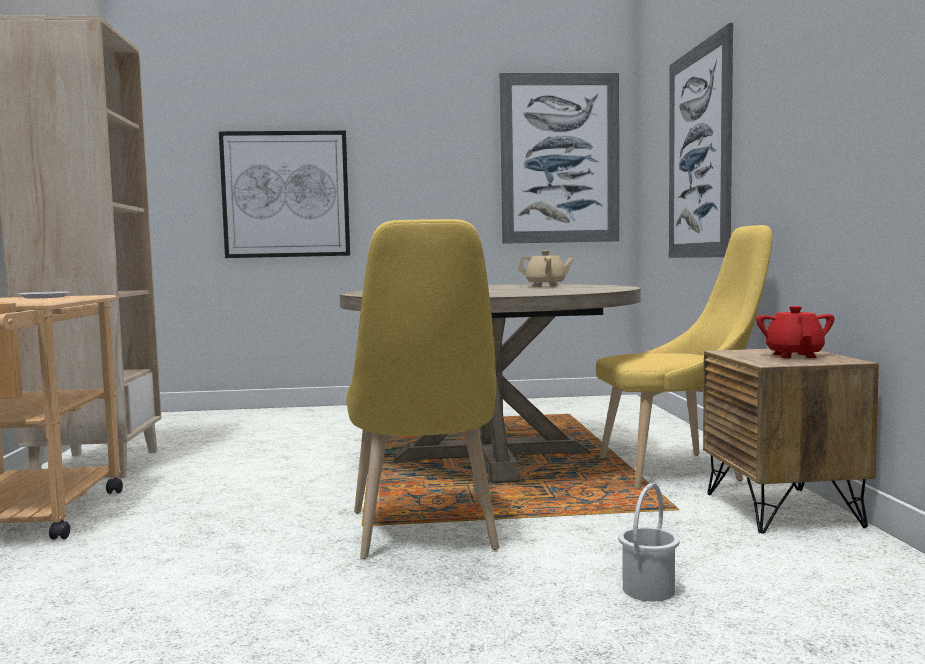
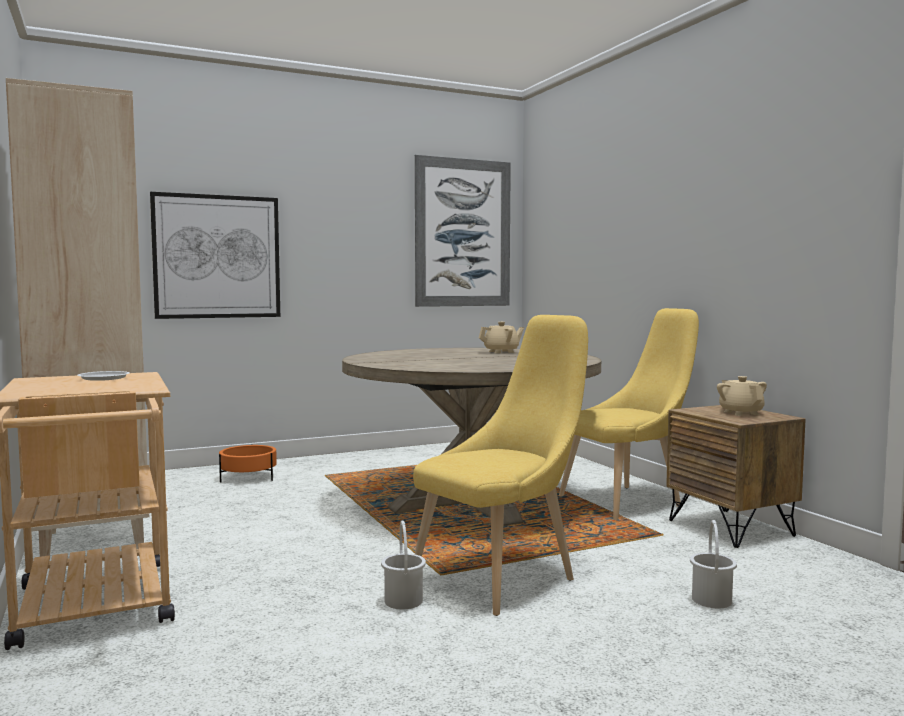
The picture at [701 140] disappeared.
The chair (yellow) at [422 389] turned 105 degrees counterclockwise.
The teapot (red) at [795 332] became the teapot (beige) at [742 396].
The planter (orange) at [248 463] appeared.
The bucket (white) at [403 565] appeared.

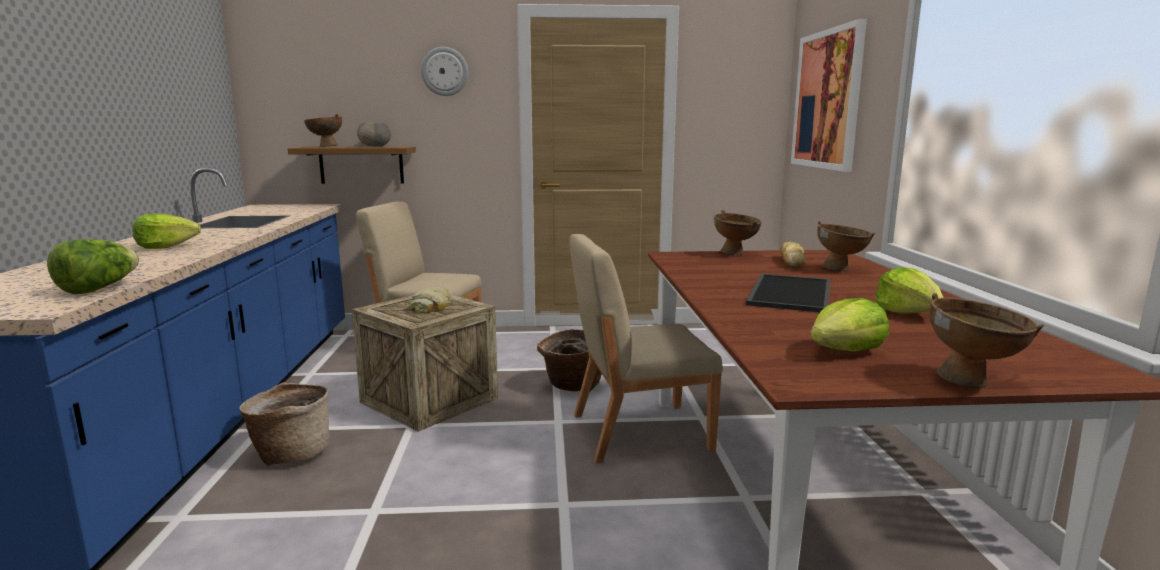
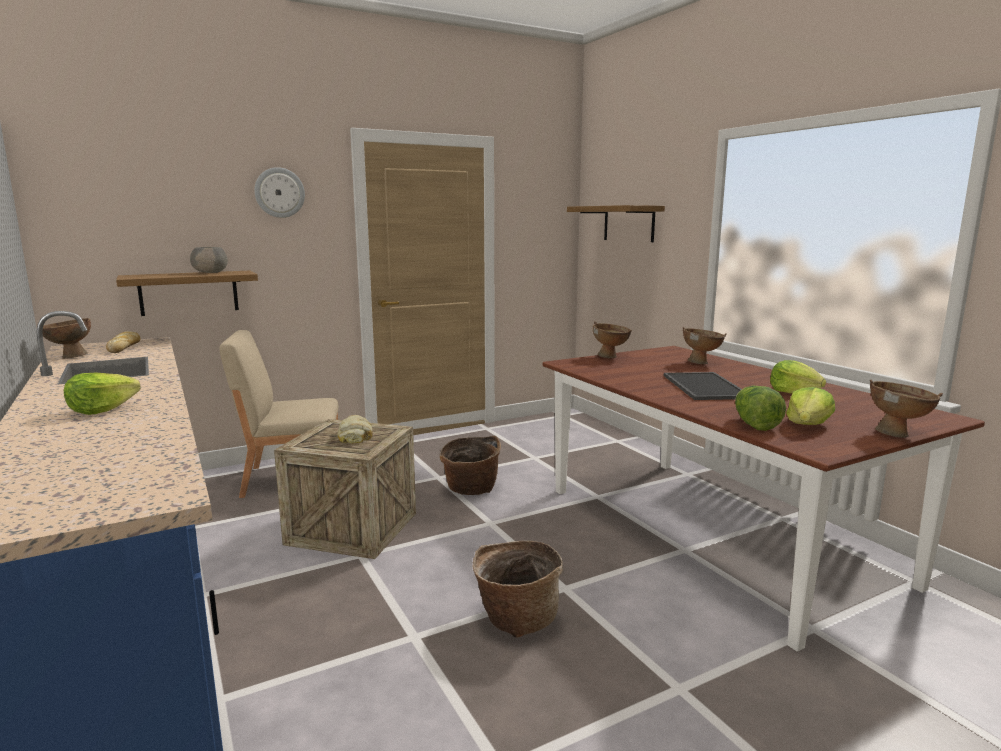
The picture at [829 95] was replaced by the shelf at [616 223].
The bowl (brown) moved from [323 130] to [66 338].
The chair (beige) at [646 348] disappeared.
The lettuce moved from [93 267] to [760 408].
The bread moved from [792 255] to [123 342].
The basket moved from [284 424] to [518 589].

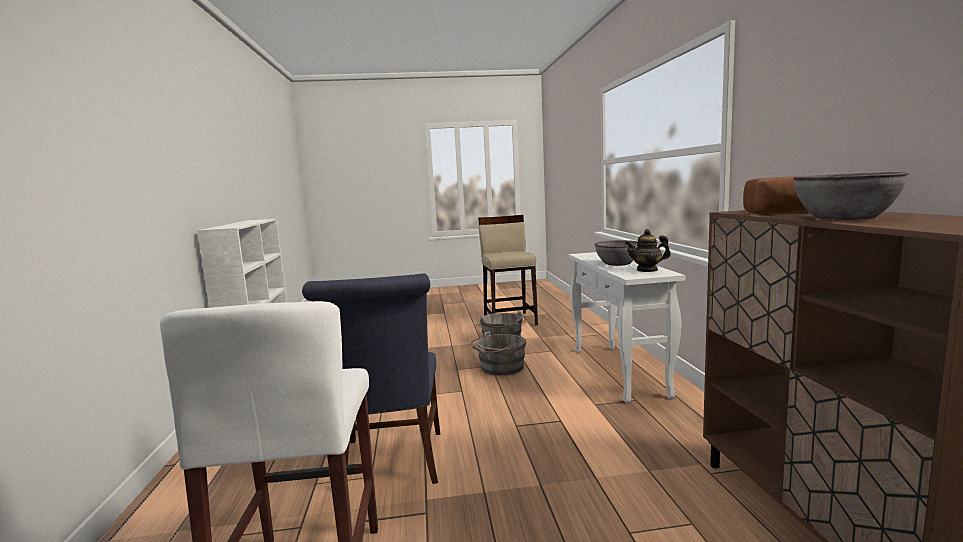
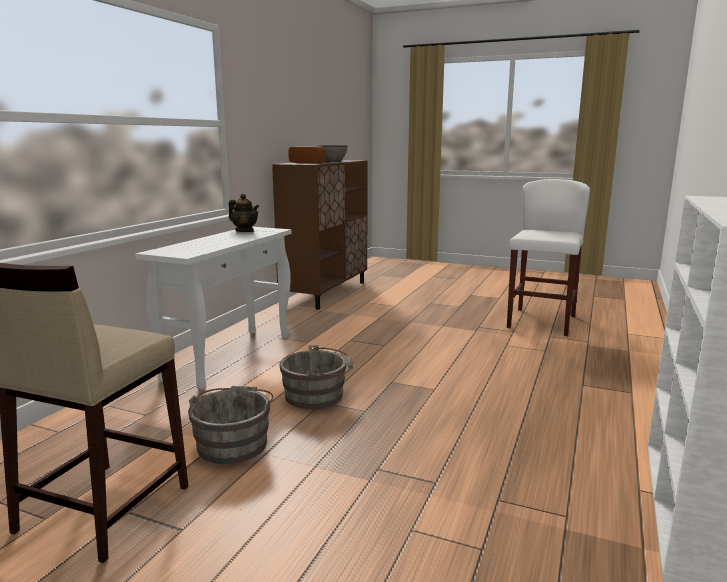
The bowl (grey) at [616 253] disappeared.
The chair (blue) at [371 378] disappeared.

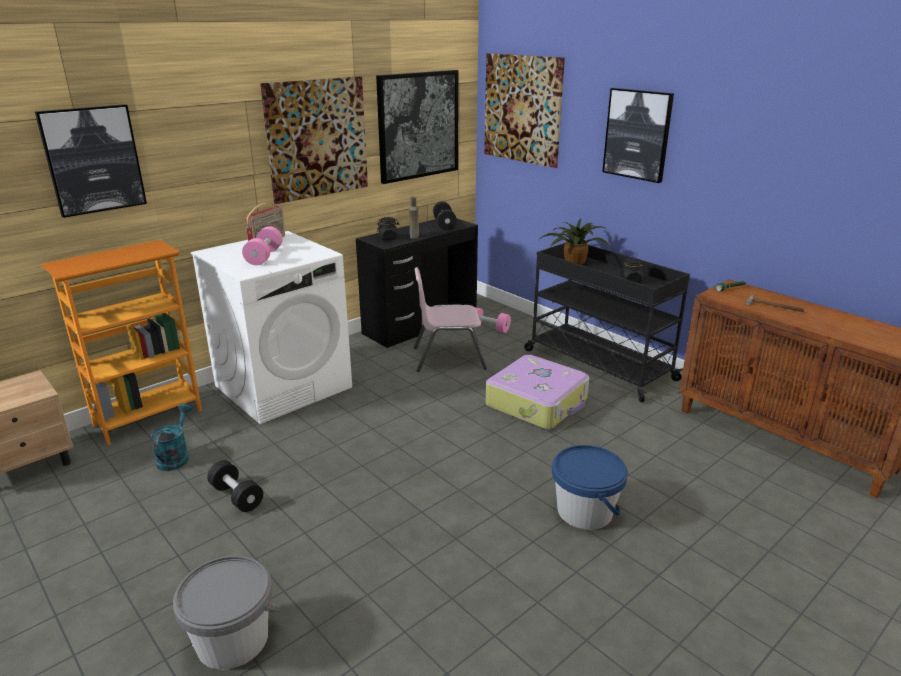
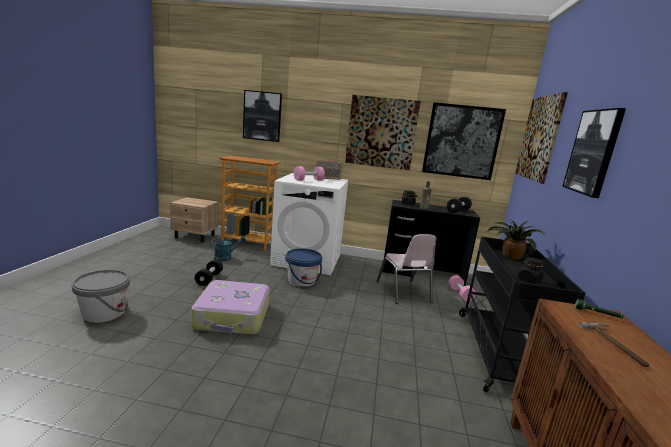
The chair (pink) at [450 319] turned 150 degrees counterclockwise.
The suitcase moved from [537 392] to [230 307].
The bucket (blue) moved from [590 487] to [303 267].

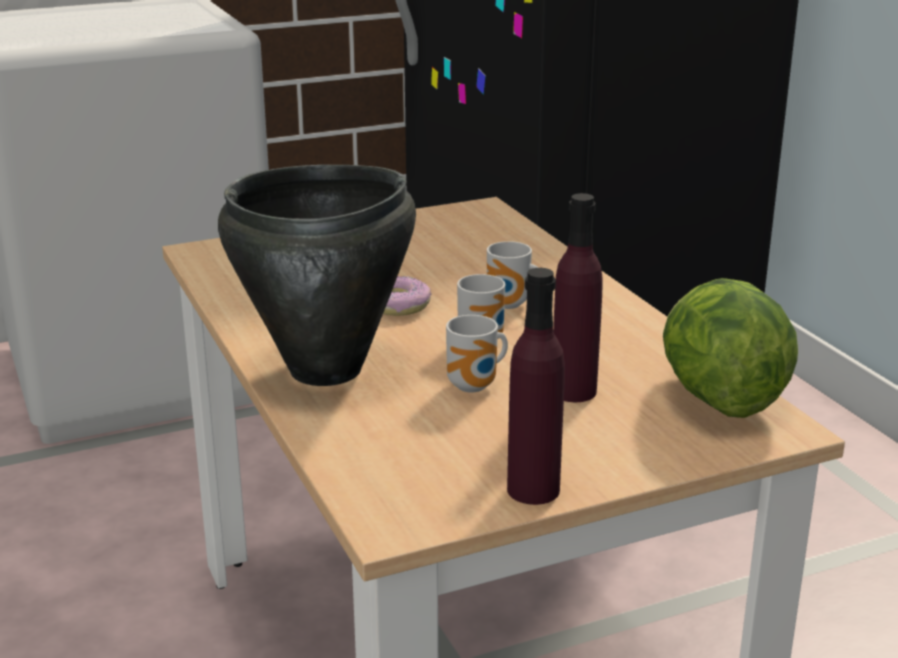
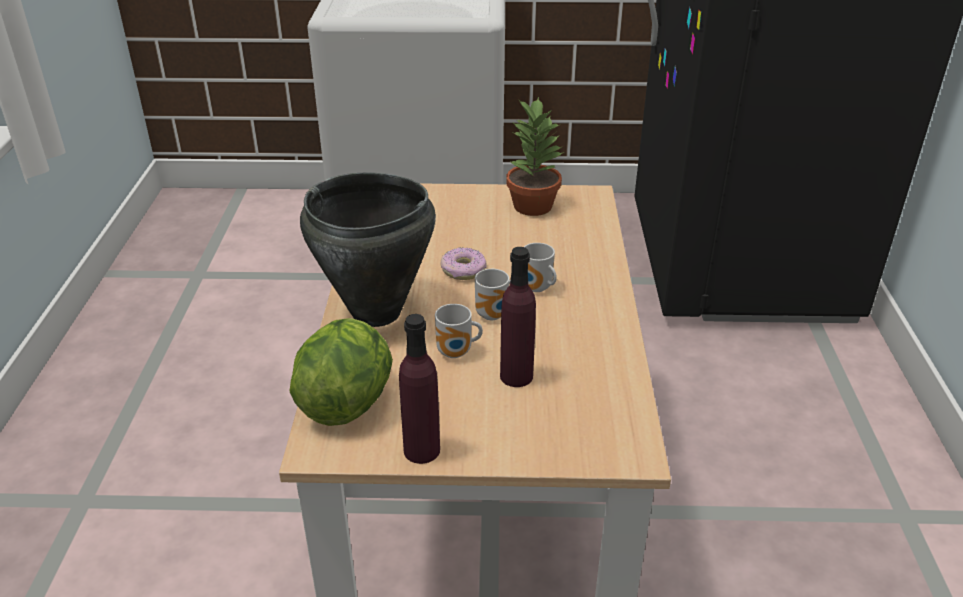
The lettuce moved from [730 348] to [341 372].
The potted plant at [535 156] appeared.

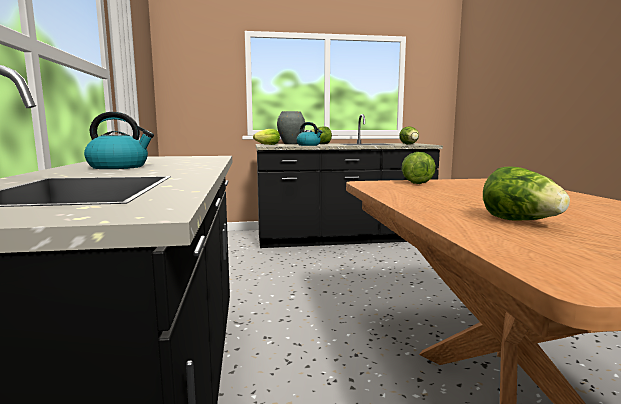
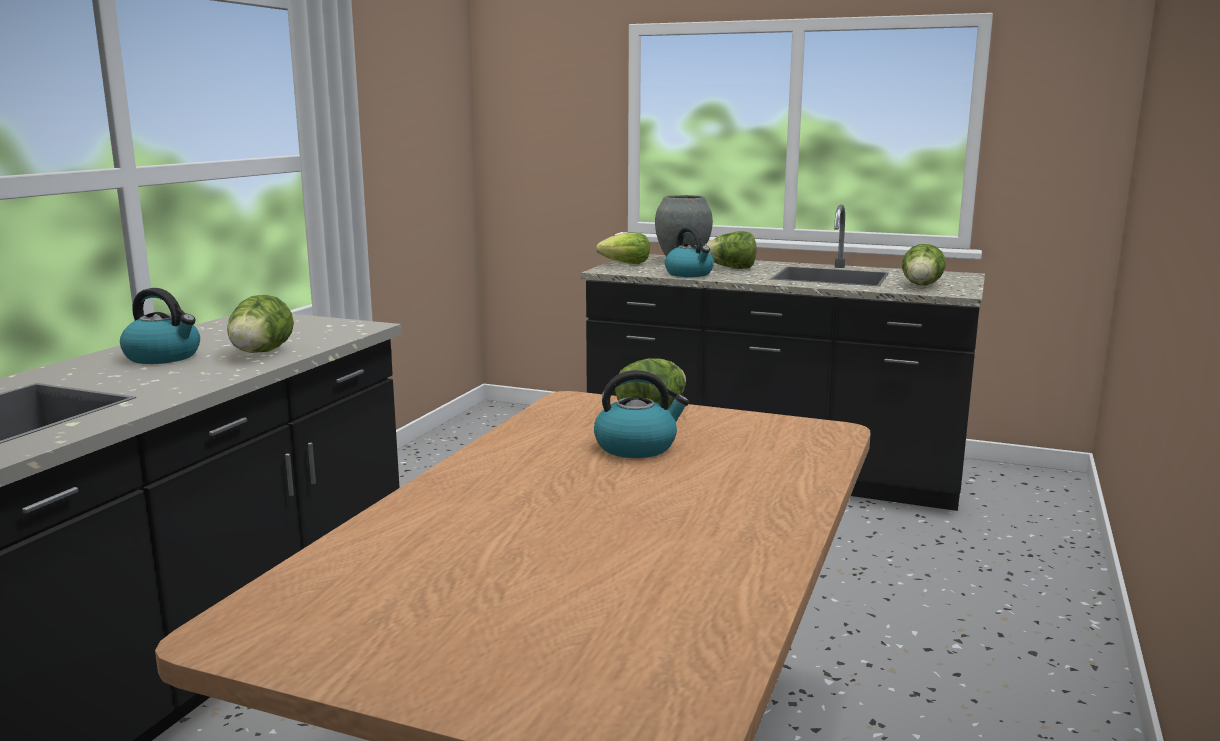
The lettuce moved from [526 194] to [260 324].
The kettle at [641 414] appeared.

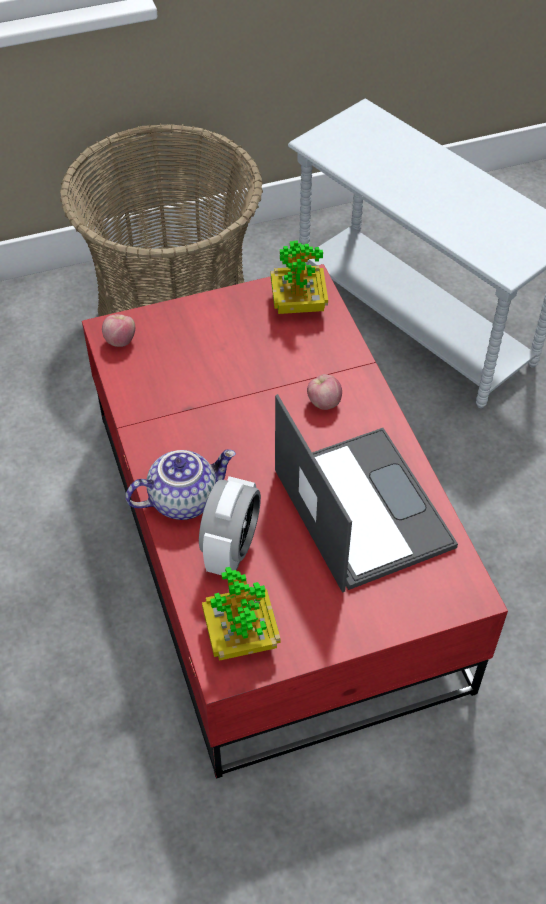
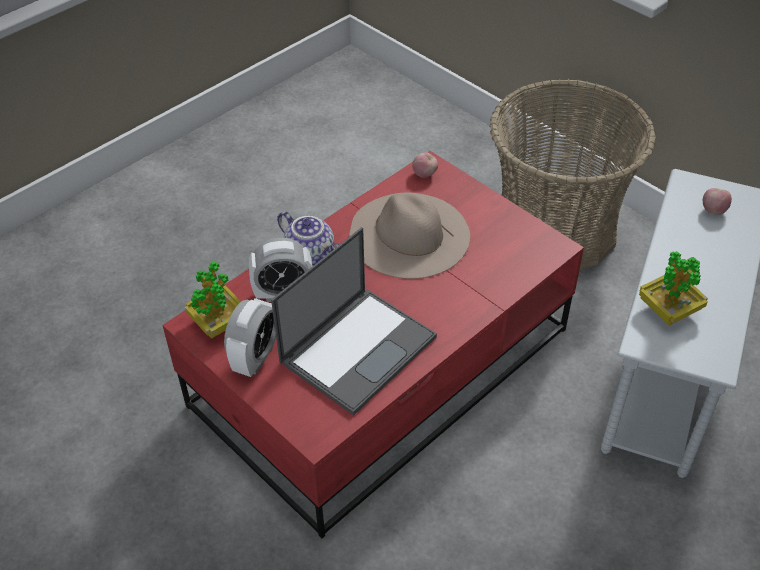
The potted plant moved from [299 277] to [673 288].
The apple moved from [324 392] to [717 201].
The hat (beige) at [409 236] appeared.
The alarm clock at [250 337] appeared.

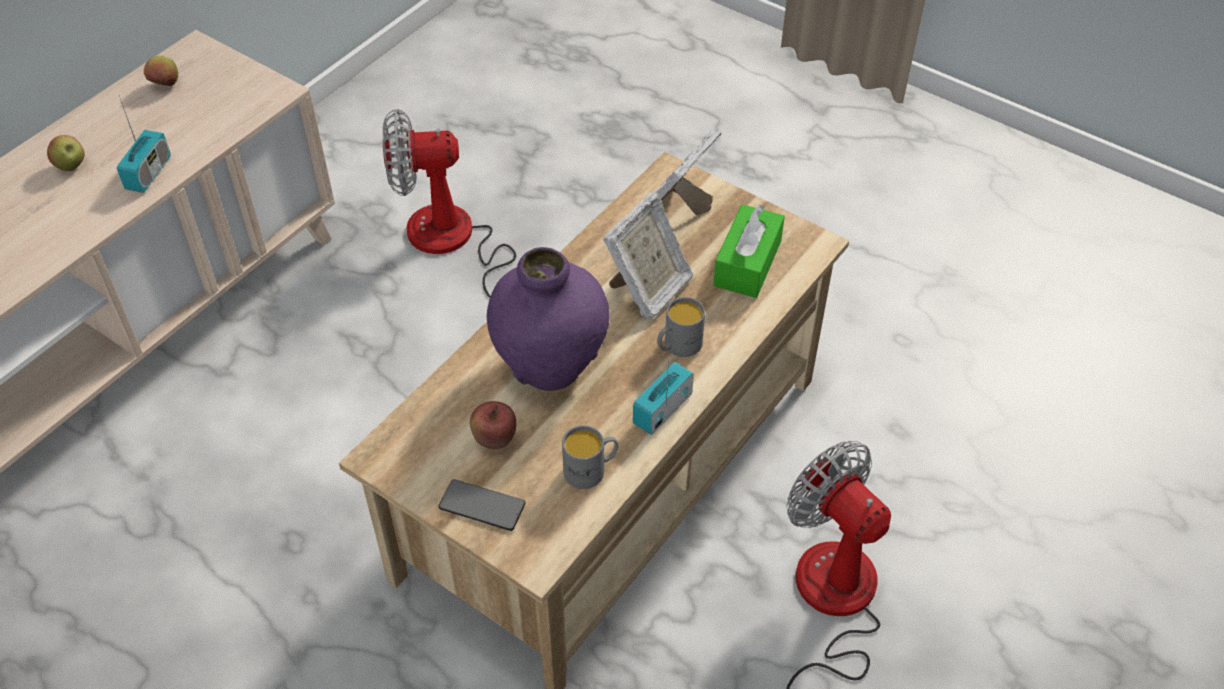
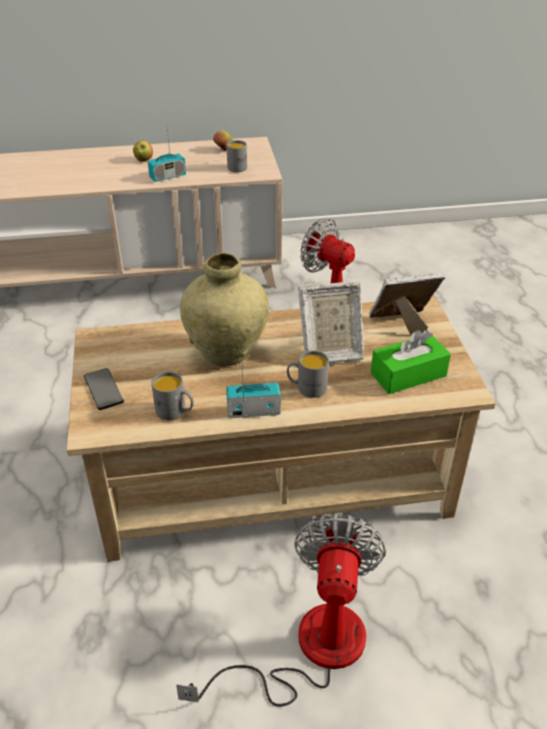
The vase (purple) at [548 319] became the vase (beige) at [224 310].
The apple at [493 425] disappeared.
The mug (grey) at [236 156] appeared.

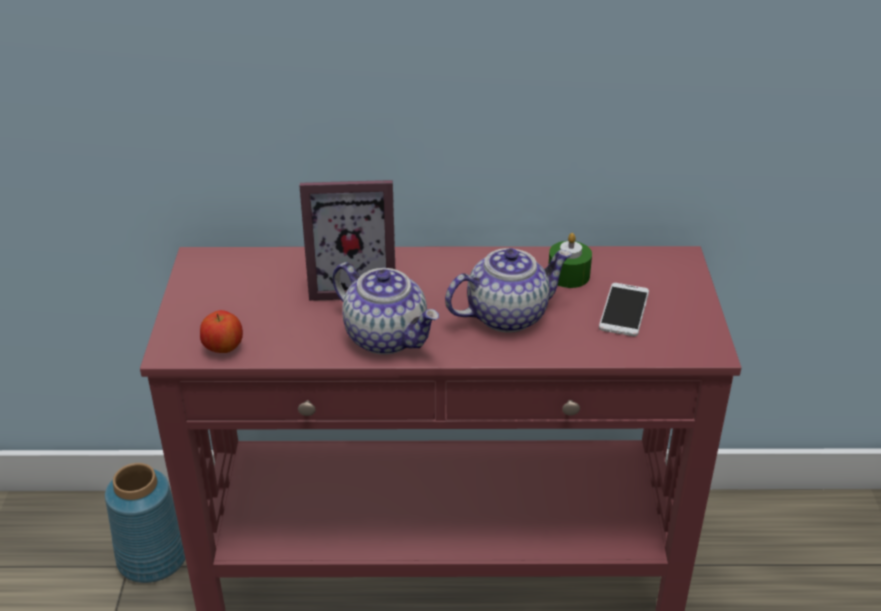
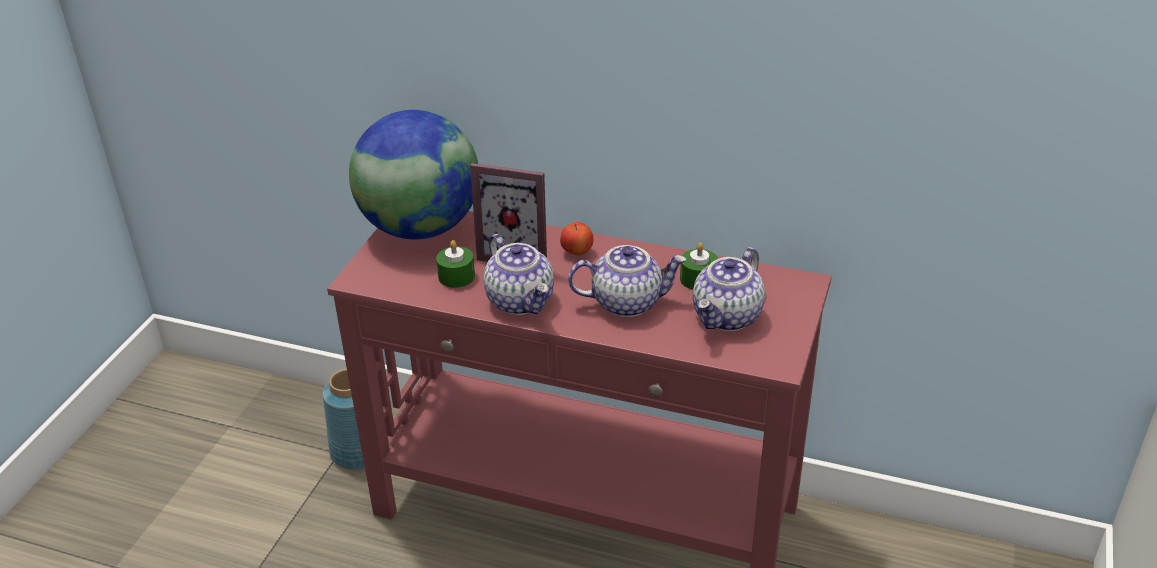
The phone at [624 309] was replaced by the teapot at [729 289].
The apple moved from [221 331] to [576 239].
The globe at [413 175] appeared.
The candle (green) at [455 264] appeared.

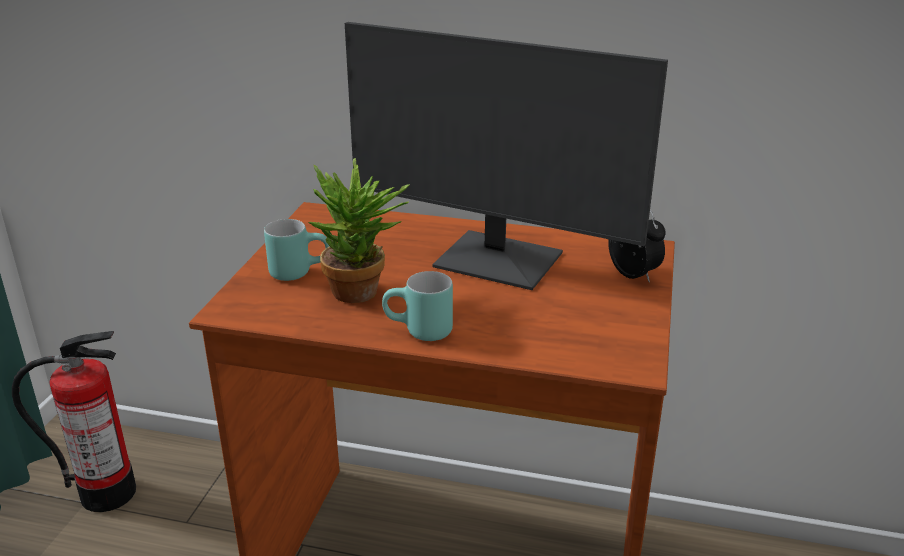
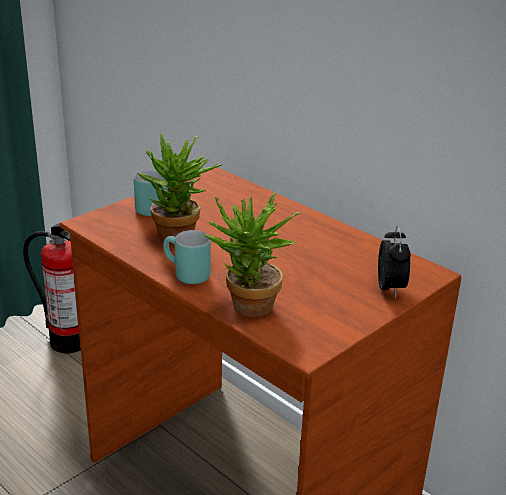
The monitor at [506 156] disappeared.
The potted plant at [252 254] appeared.

